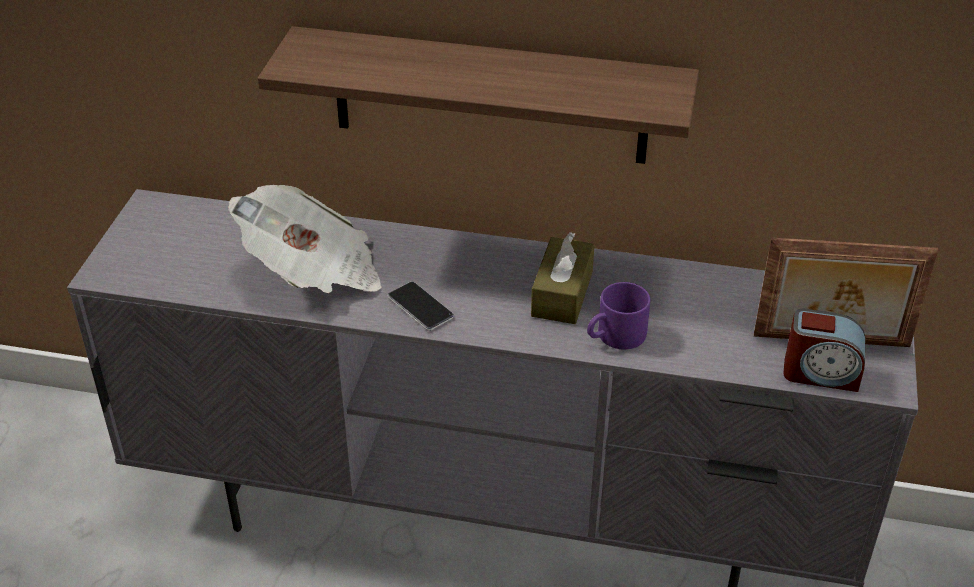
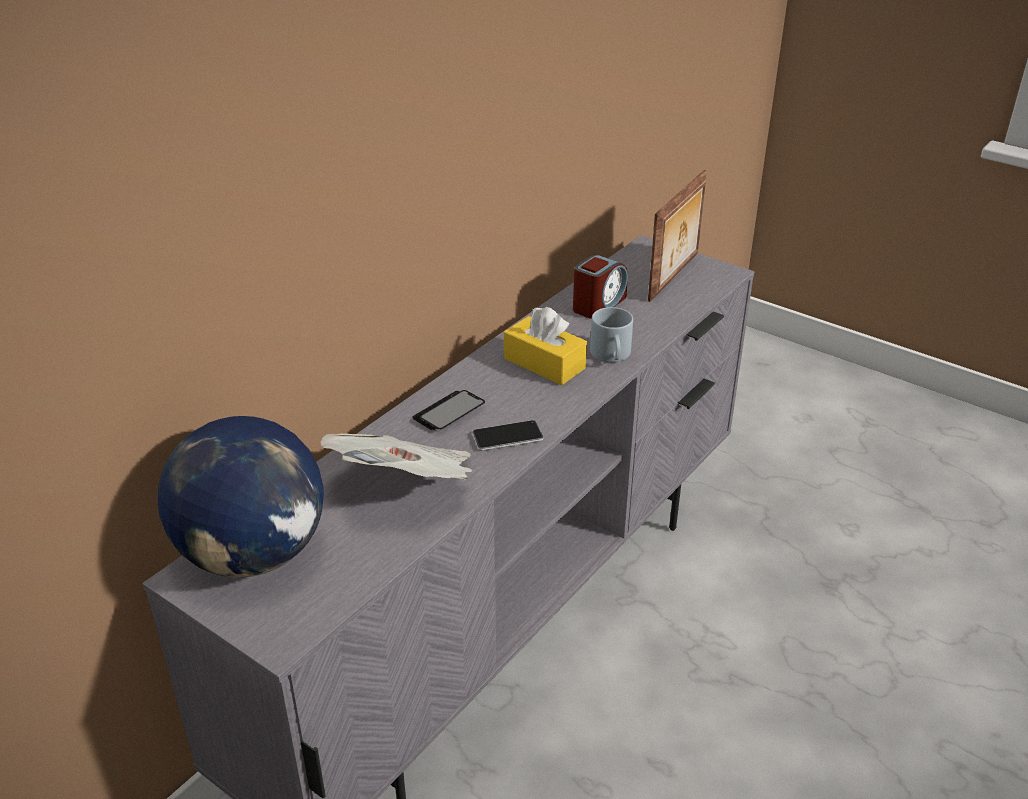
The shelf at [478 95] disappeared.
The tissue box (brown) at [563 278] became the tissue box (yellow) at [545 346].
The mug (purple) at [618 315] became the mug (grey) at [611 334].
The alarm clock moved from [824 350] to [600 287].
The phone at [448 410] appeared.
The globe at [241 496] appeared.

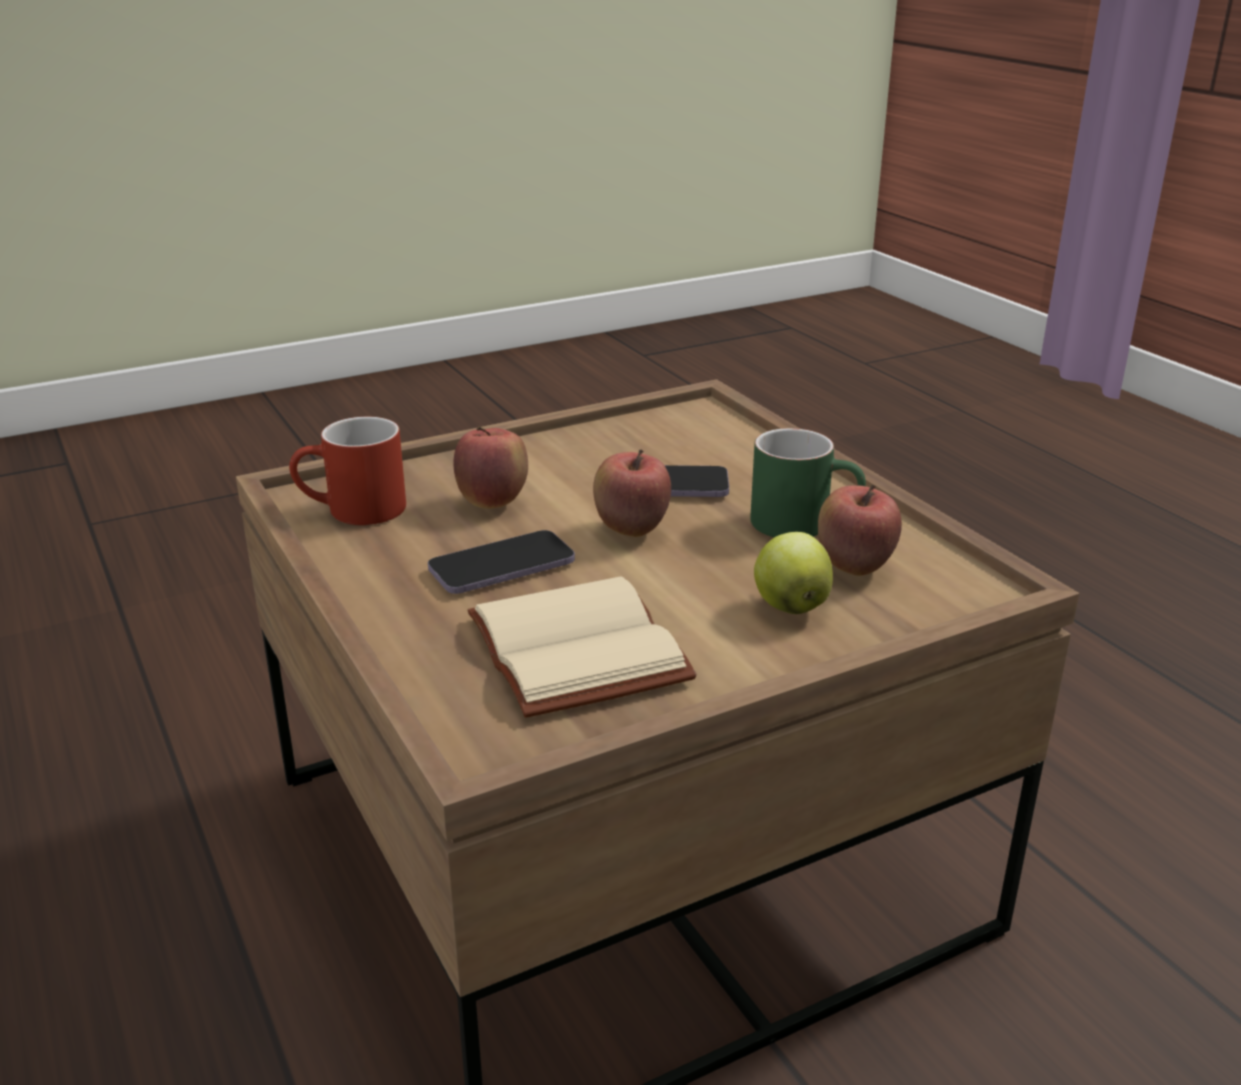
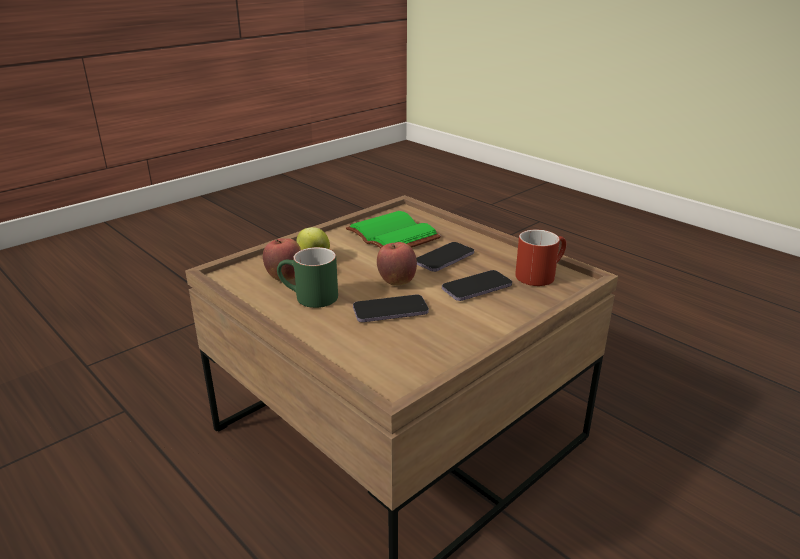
The apple at [490 467] was replaced by the phone at [477 285].
The book (beige) at [582 647] became the book (green) at [393 229].

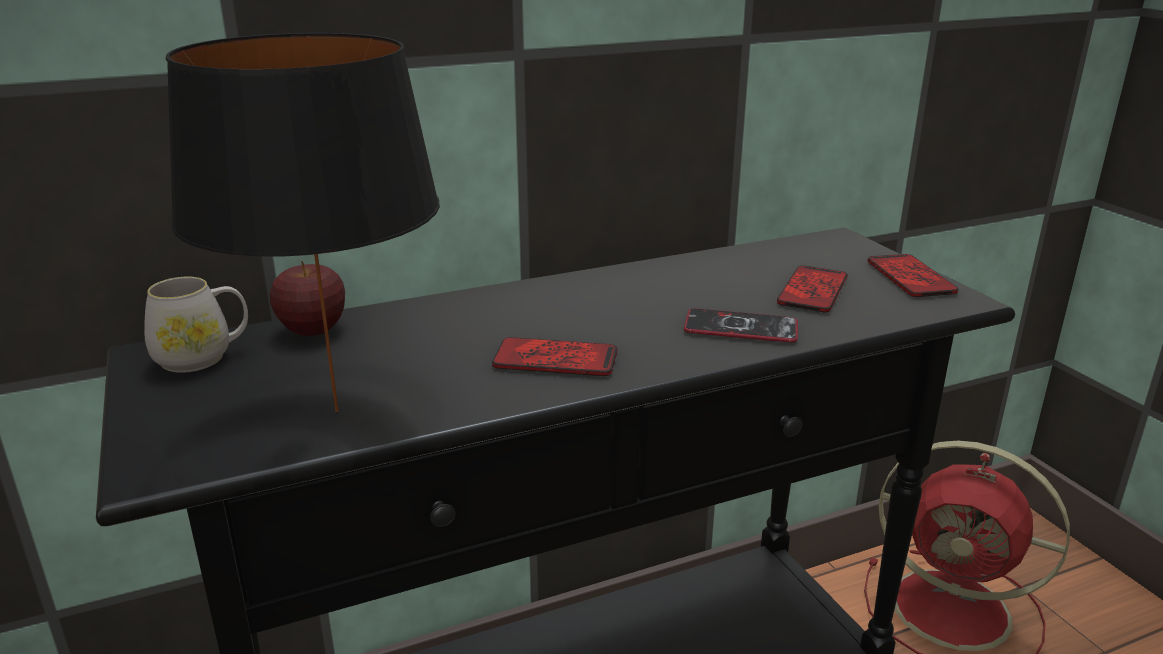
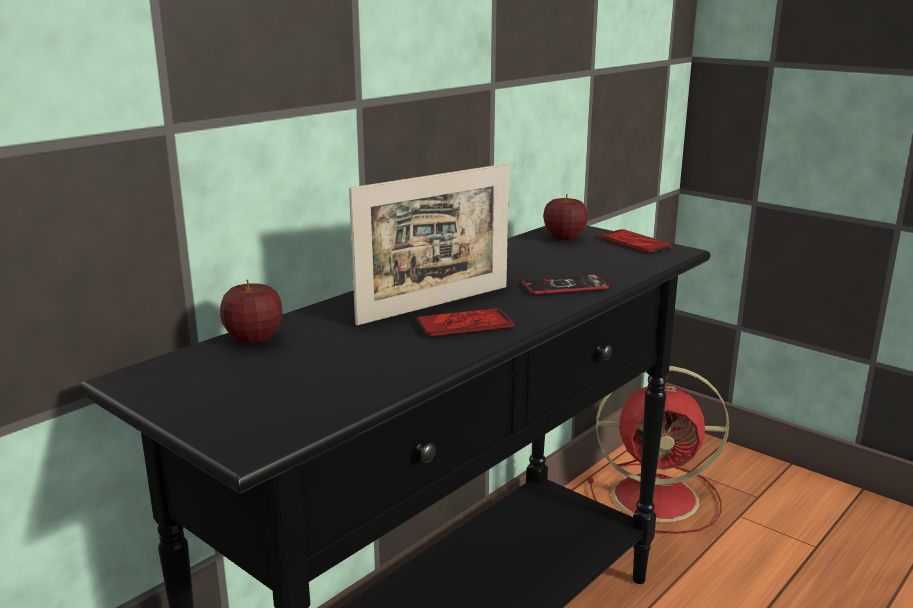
The table lamp (black) at [303 222] disappeared.
The phone at [812 288] disappeared.
The mug (white) at [196 325] disappeared.
The picture frame at [429 244] appeared.
The apple at [565 217] appeared.

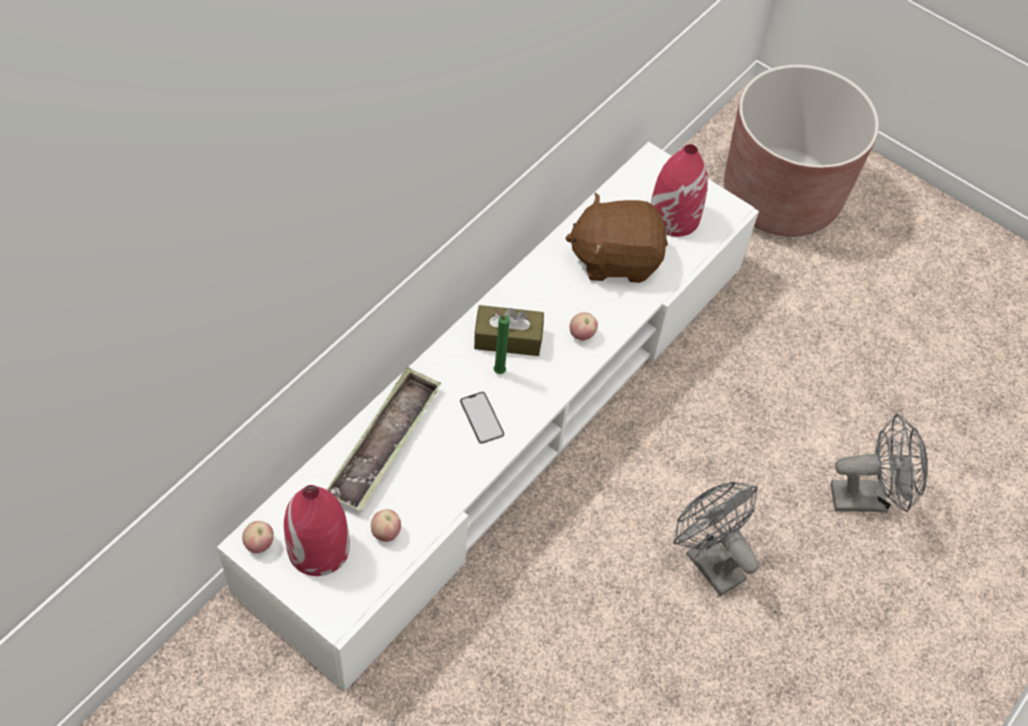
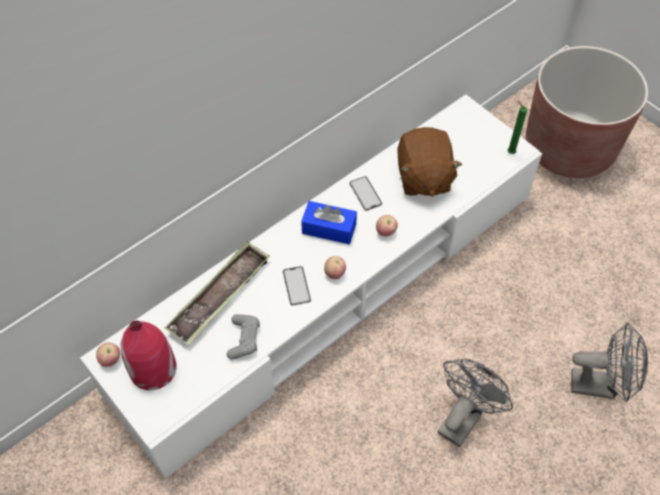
The vase (red) at [679 190] disappeared.
The plush toy (brown) at [616 237] turned 105 degrees counterclockwise.
The tissue box (brown) at [509 330] became the tissue box (blue) at [329 222].
The candle (green) moved from [501 341] to [517 127].
The fan (grey) at [716 539] turned 60 degrees clockwise.
The apple moved from [386 525] to [335 267].
The phone at [365 193] appeared.
The game controller (grey) at [243 337] appeared.

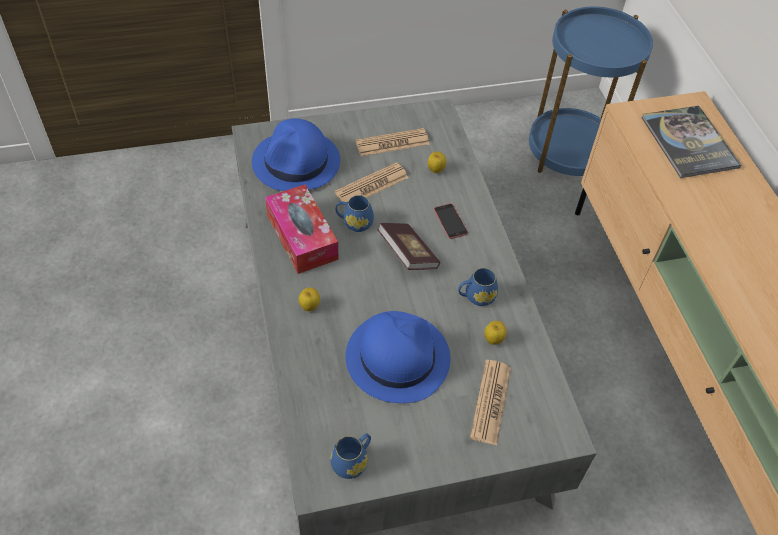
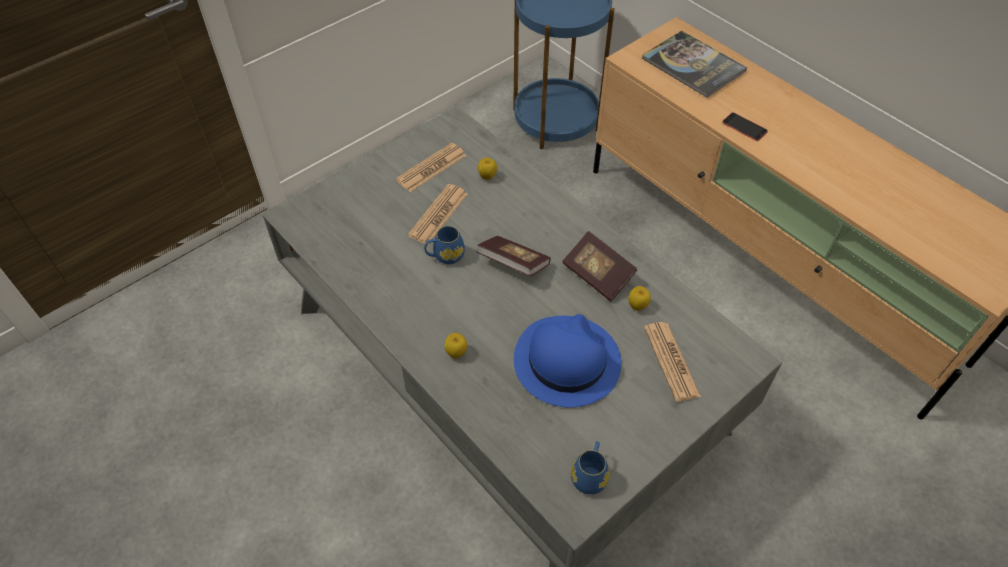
The hat (blue) at [296 154] disappeared.
The tissue box at [301 229] disappeared.
The phone moved from [451 221] to [745 126].
The mug (blue) at [478 287] was replaced by the book at [599 266].

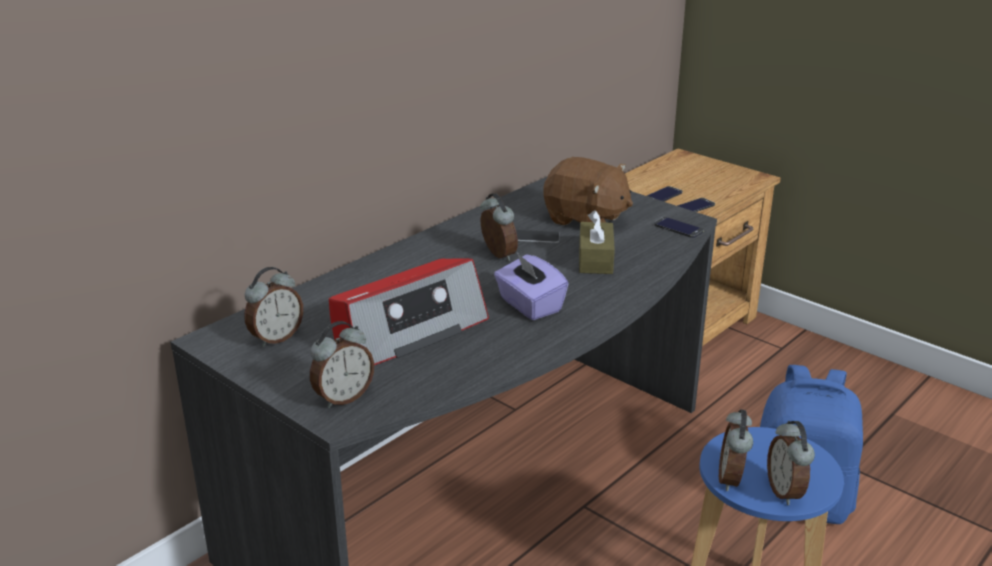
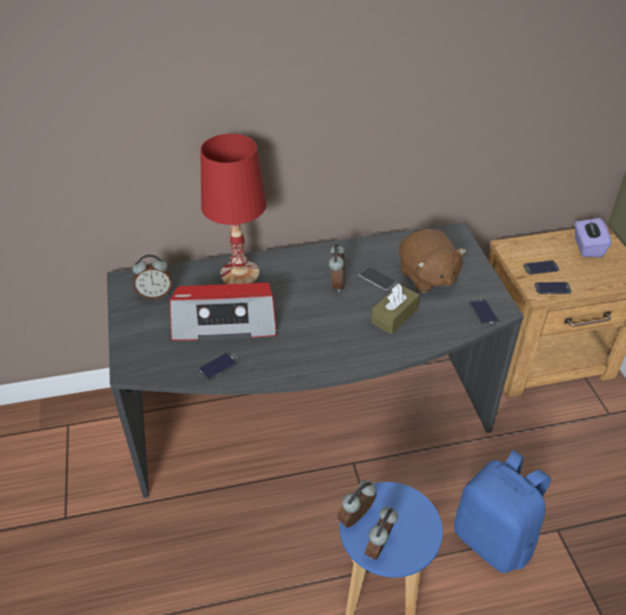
The tissue box (purple) moved from [531 286] to [593 237].
The alarm clock at [342 364] disappeared.
The table lamp (red) at [233 209] appeared.
The phone at [218 366] appeared.

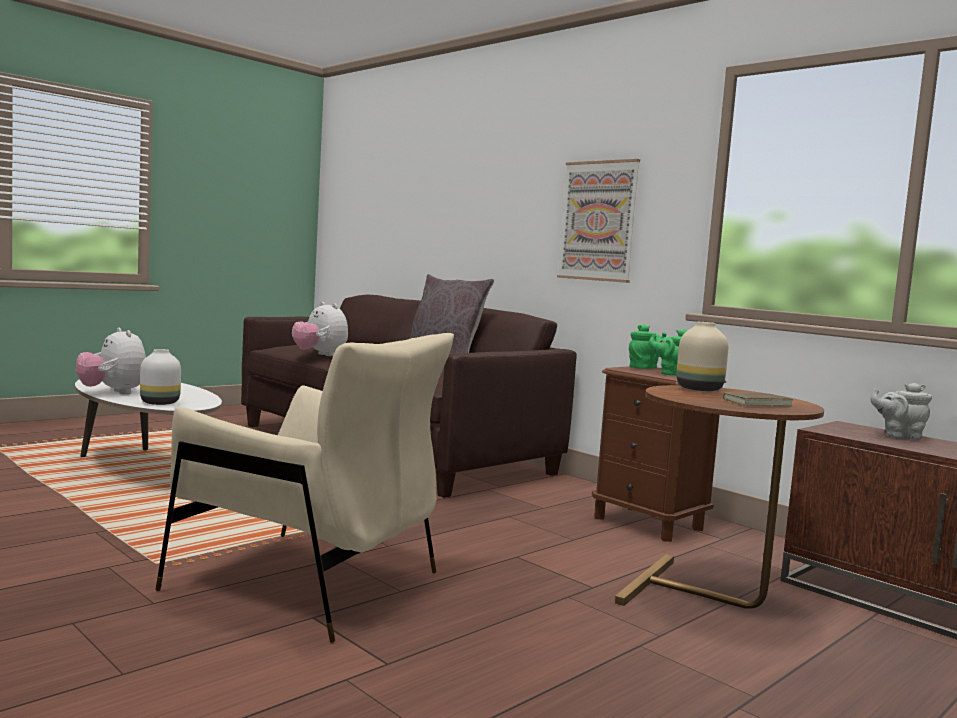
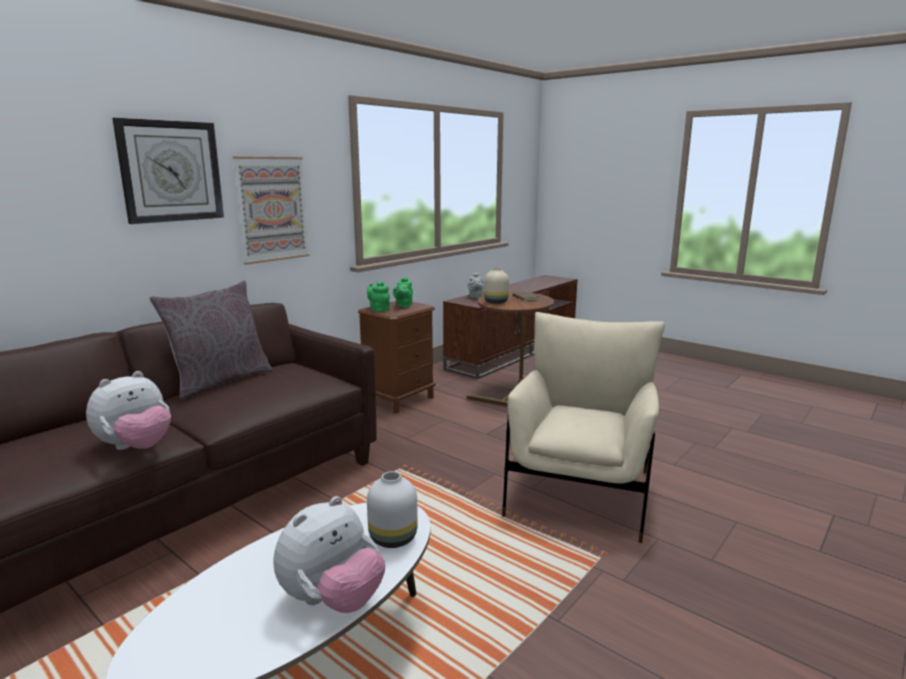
The wall clock at [168 171] appeared.

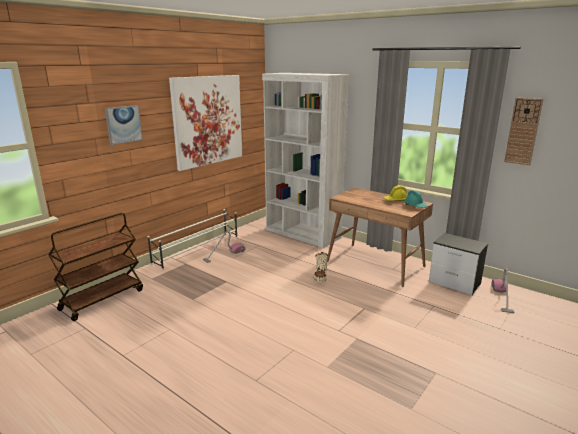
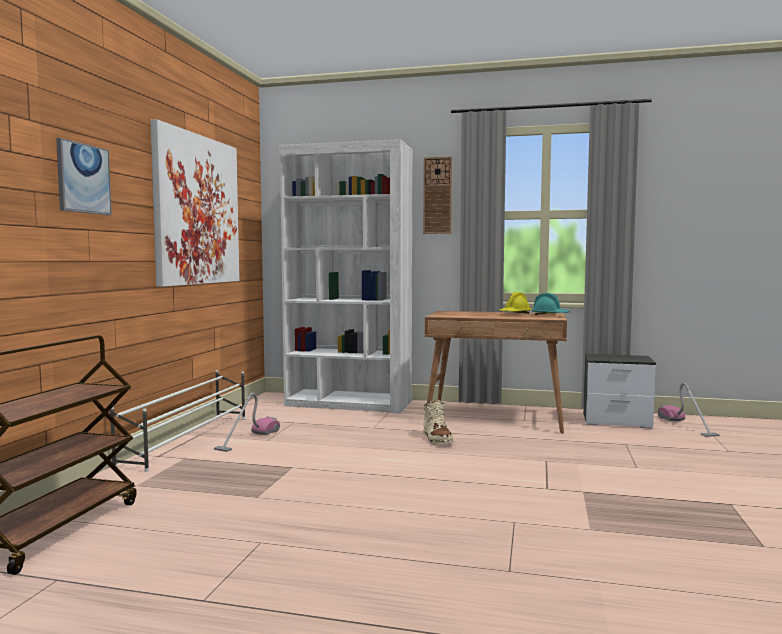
The wall clock moved from [523 131] to [437 195].

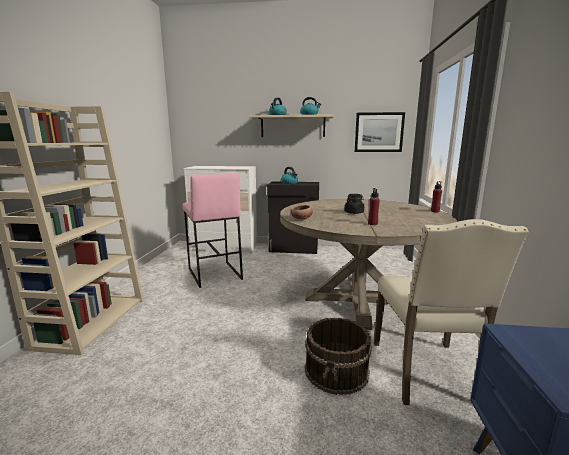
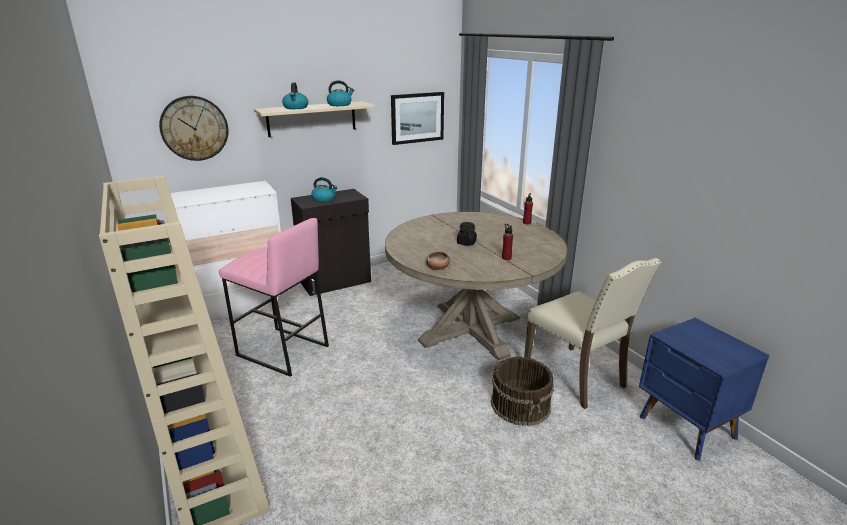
The wall clock at [193 128] appeared.

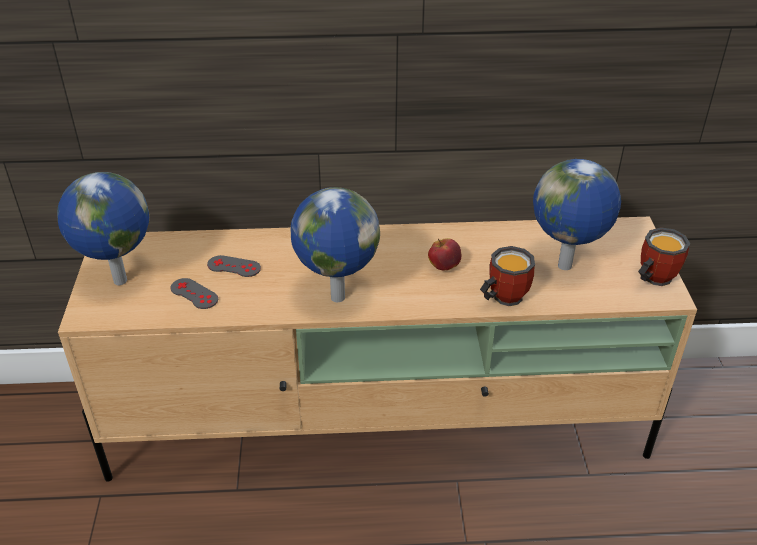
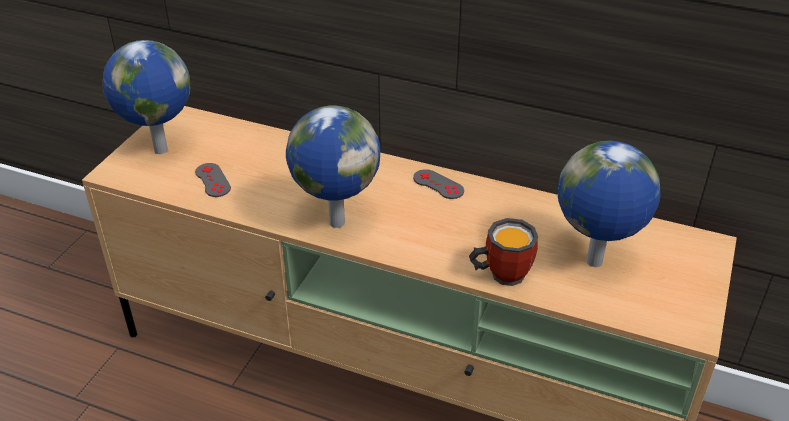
The mug at [664 256] disappeared.
The apple at [444 254] disappeared.
The game controller (grey) moved from [234 266] to [438 184].

